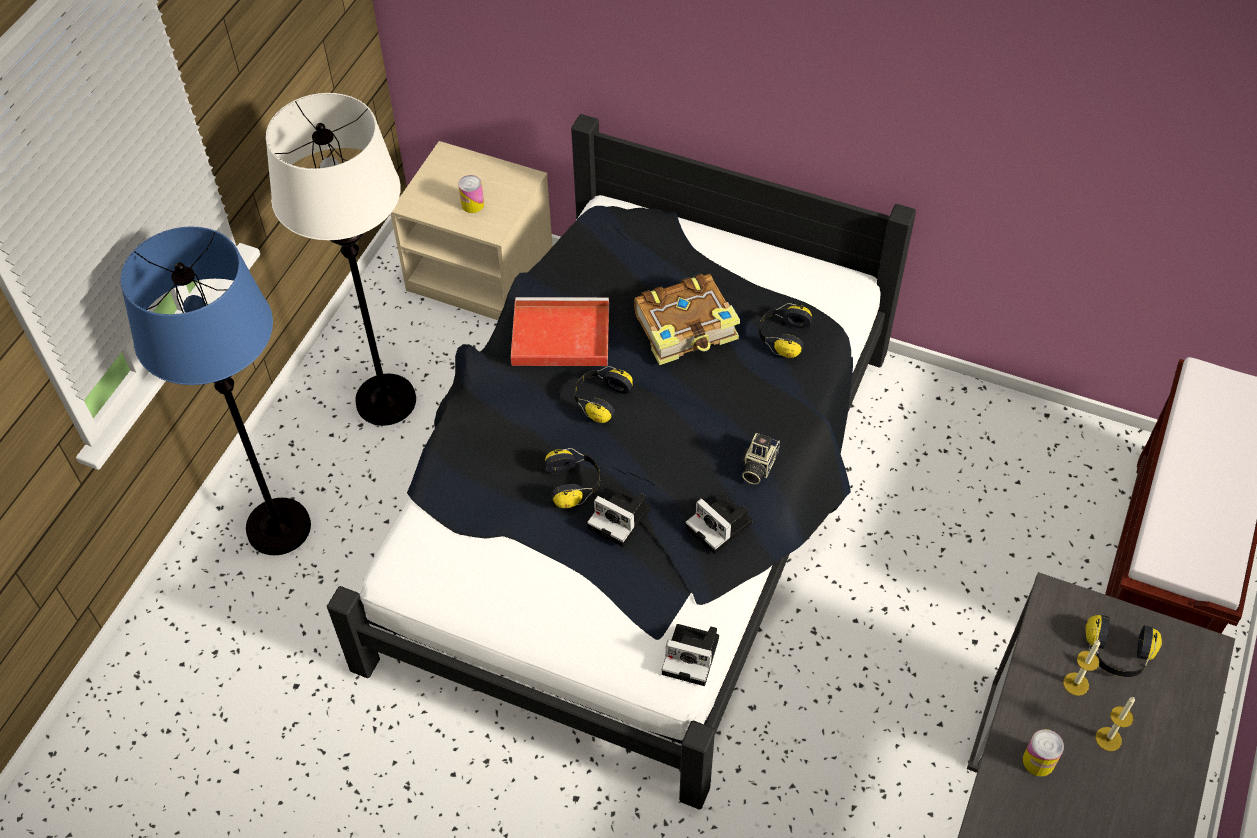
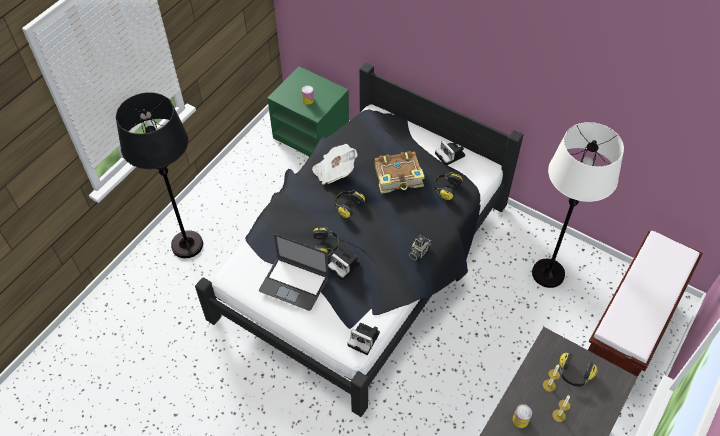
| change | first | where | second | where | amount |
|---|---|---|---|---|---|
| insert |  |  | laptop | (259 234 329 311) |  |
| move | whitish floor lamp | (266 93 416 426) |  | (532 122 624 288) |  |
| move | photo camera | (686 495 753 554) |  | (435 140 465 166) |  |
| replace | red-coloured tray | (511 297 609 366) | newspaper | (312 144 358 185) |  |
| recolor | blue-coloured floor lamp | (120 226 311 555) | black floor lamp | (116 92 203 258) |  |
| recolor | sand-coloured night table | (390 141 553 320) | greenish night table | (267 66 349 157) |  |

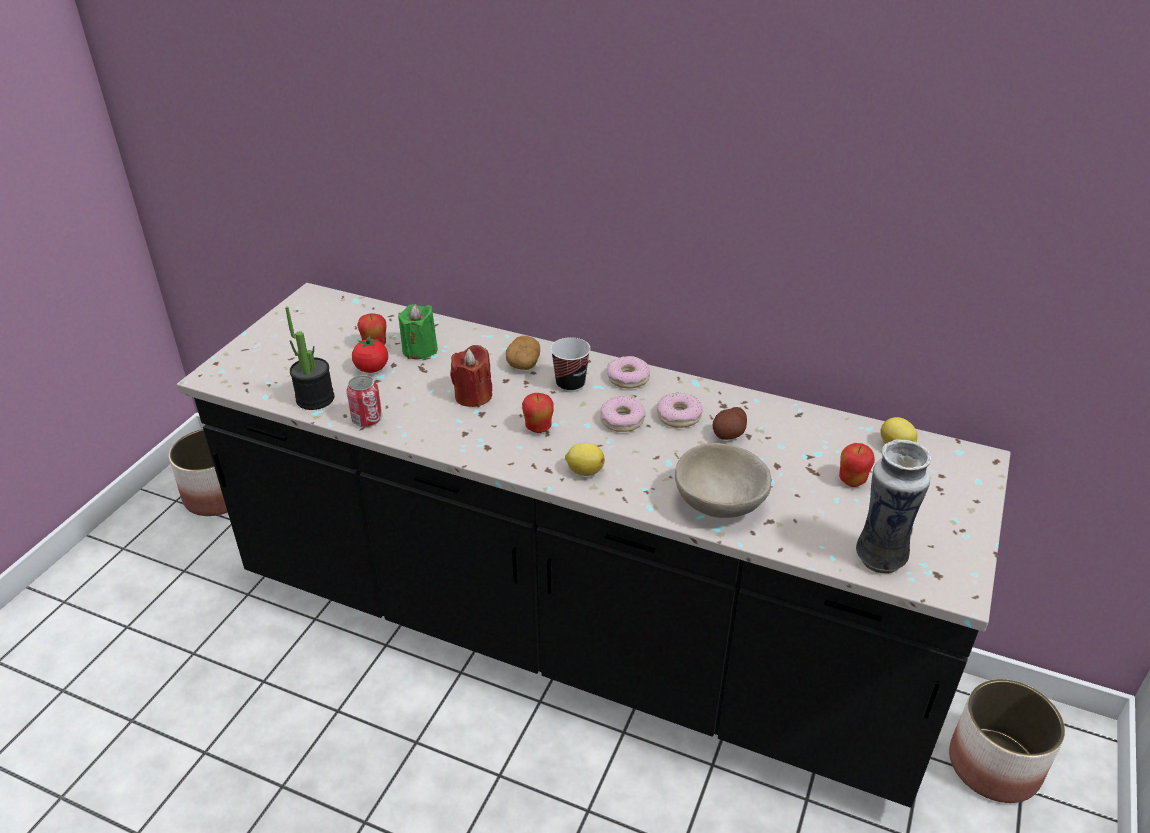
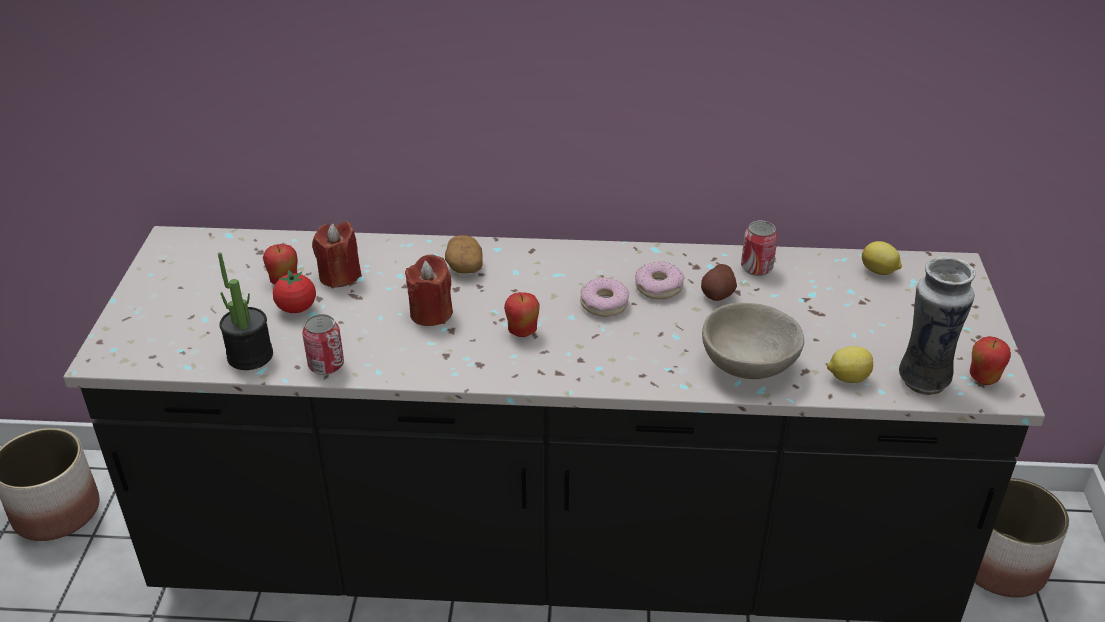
| change | first | where | second | where | amount |
|---|---|---|---|---|---|
| delete | cup | (550 337 591 392) |  |  |  |
| delete | donut | (607 356 650 388) |  |  |  |
| insert |  |  | can | (741 221 778 276) |  |
| move | lemon | (565 443 605 476) |  | (827 346 873 383) |  |
| move | apple | (839 443 875 487) |  | (970 336 1011 385) |  |
| recolor | greenish wax light | (398 304 438 359) | red-coloured wax light | (312 221 362 288) |  |

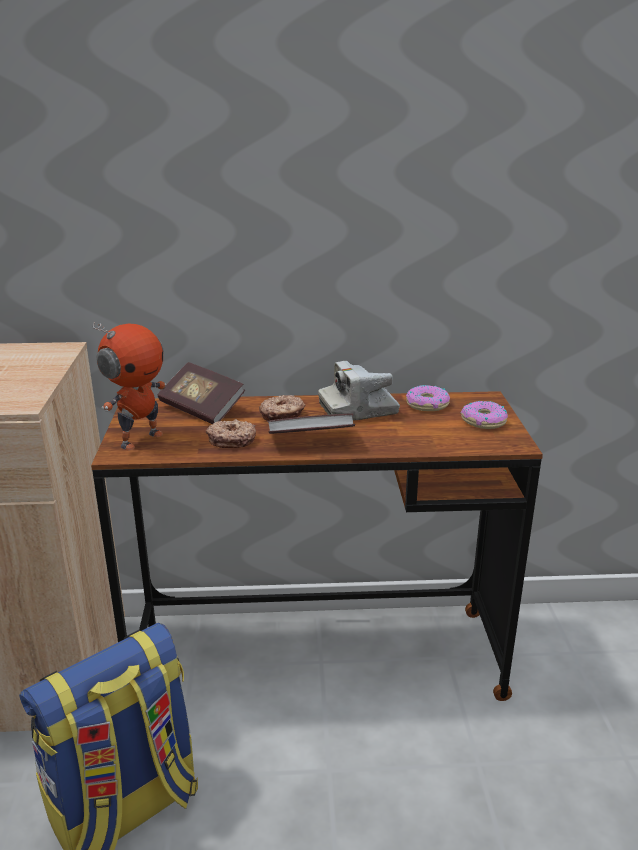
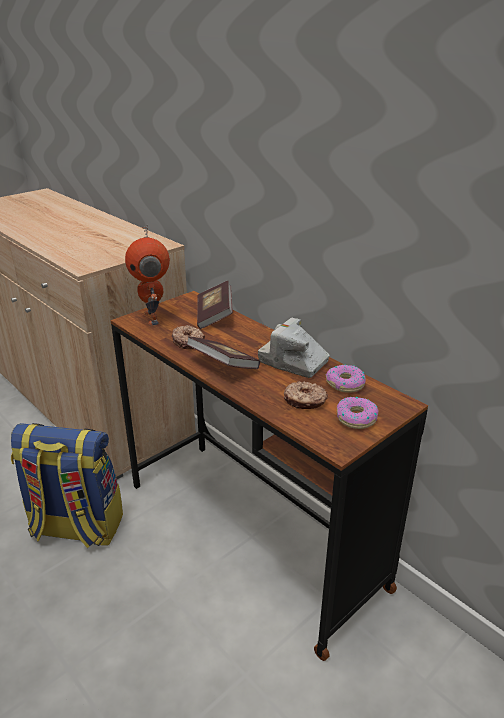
| change | first | where | second | where | amount |
|---|---|---|---|---|---|
| move | donut | (259 395 305 421) |  | (284 381 328 409) |  |
| rotate | toy robot | (93 322 166 450) |  | (125 225 170 326) | 75 degrees clockwise |

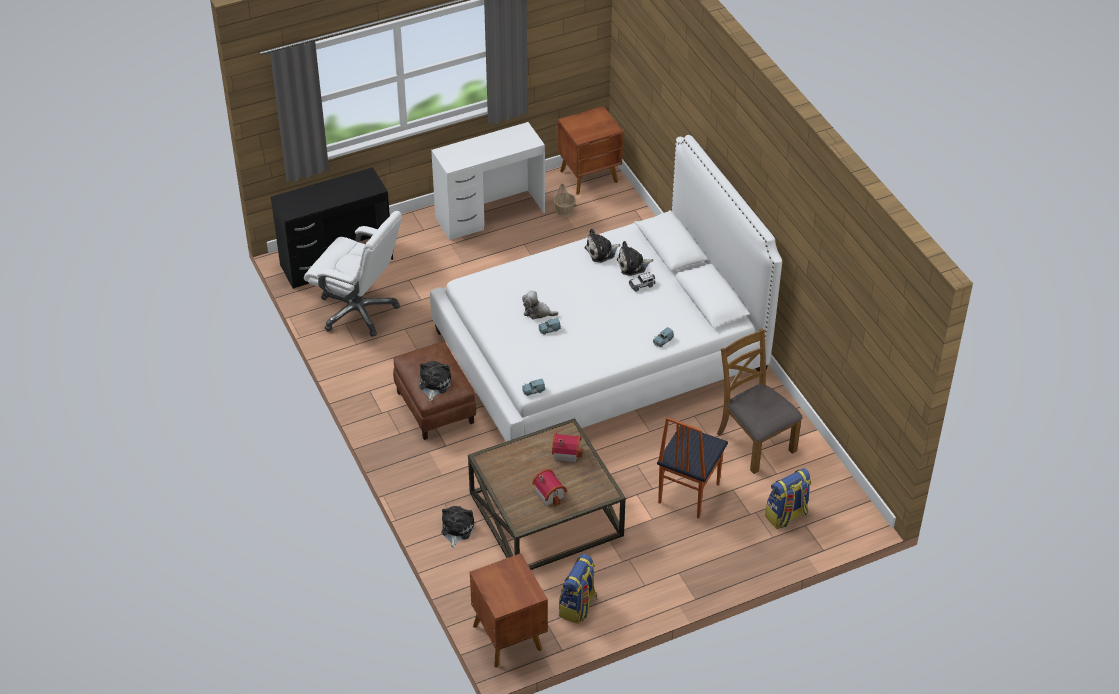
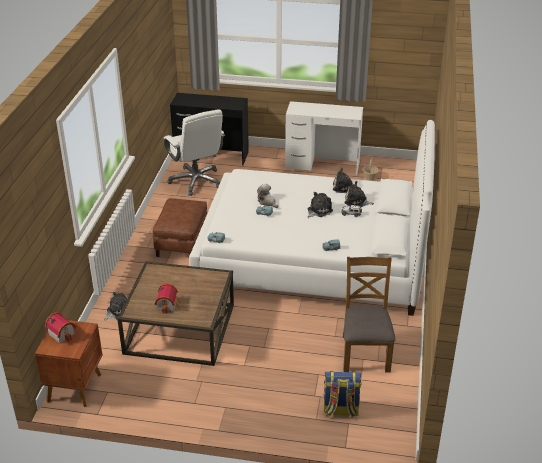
| change | first | where | second | where | amount |
|---|---|---|---|---|---|
| delete | brown-coloured night table | (558 106 623 195) |  |  |  |
| delete | rucksack | (559 554 597 624) |  |  |  |
| delete | chair | (657 417 728 519) |  |  |  |
| move | plush toy | (419 361 451 401) |  | (308 192 333 218) |  |
| move | miniature house | (552 433 583 463) |  | (45 312 77 343) |  |

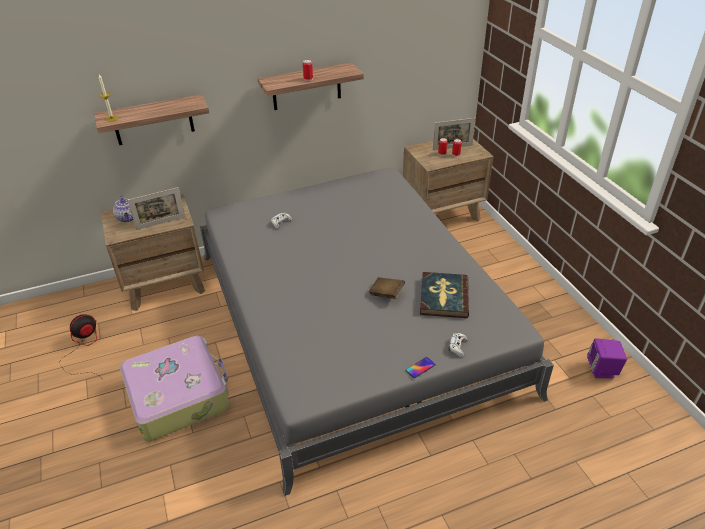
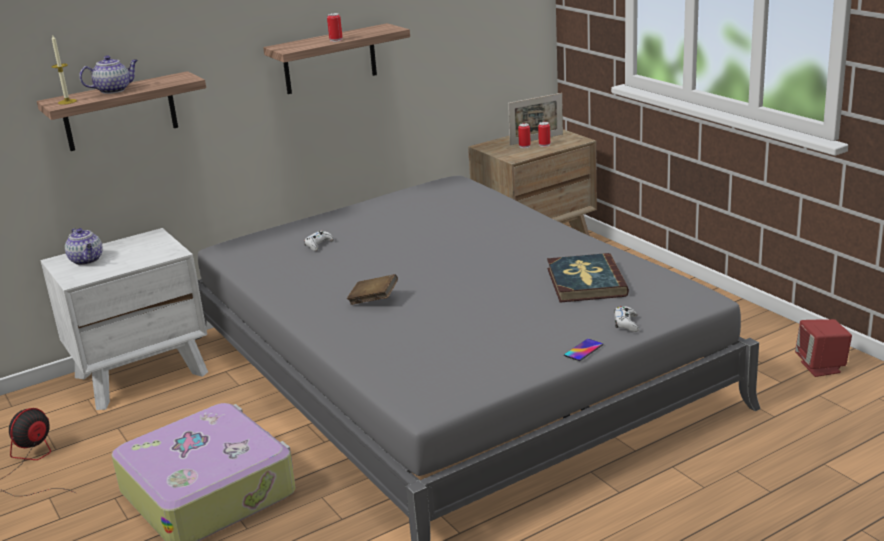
| change | first | where | second | where | amount |
|---|---|---|---|---|---|
| delete | photo frame | (128 187 185 230) |  |  |  |
| insert |  |  | teapot | (79 56 138 94) |  |
| move | brown-coloured volume | (369 277 405 299) |  | (347 274 398 305) |  |
| recolor | brown-coloured night table | (101 194 205 311) | whitish night table | (40 228 208 410) |  |
| recolor | purple speaker | (587 338 627 378) | red-coloured speaker | (795 319 852 377) |  |

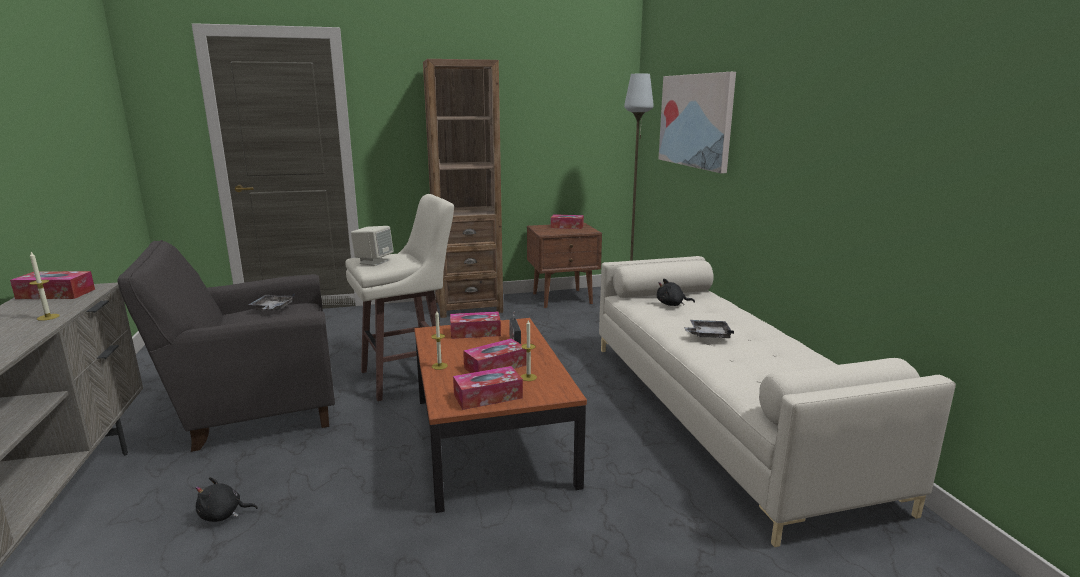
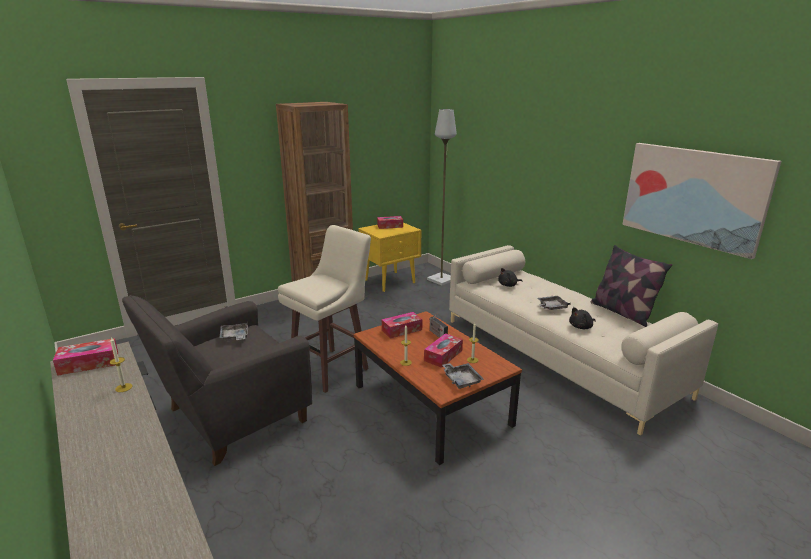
| change | first | where | second | where | amount |
|---|---|---|---|---|---|
| delete | sand-coloured speaker | (351 226 394 266) |  |  |  |
| insert |  |  | pillow | (591 245 672 327) |  |
| move | black plush toy | (195 477 258 522) |  | (569 307 596 329) |  |
| move | picture | (659 72 736 173) |  | (622 143 781 259) |  |
| replace | tissue holder | (453 366 523 410) | grey tray | (442 363 484 389) |  |
| recolor | brown-coloured night table | (527 223 602 308) | yellowish night table | (358 223 421 292) |  |

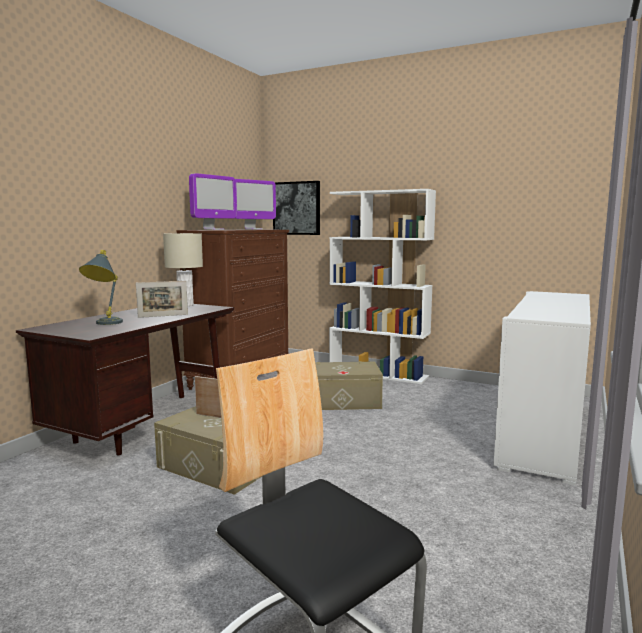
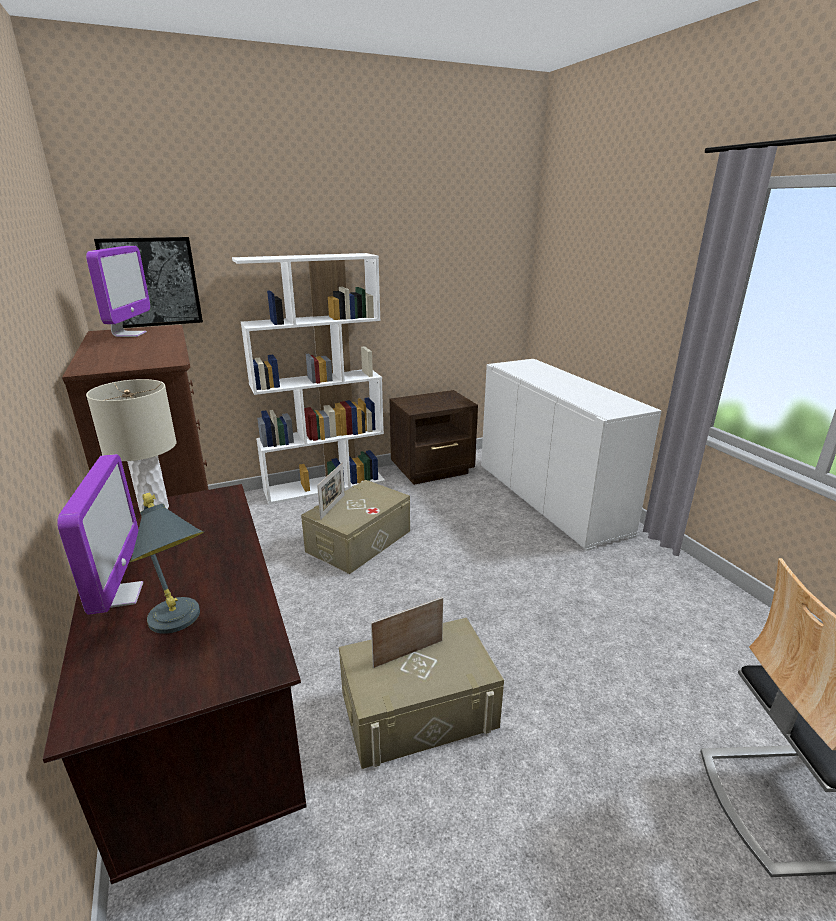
| change | first | where | second | where | amount |
|---|---|---|---|---|---|
| insert |  |  | brown-coloured night table | (390 390 478 485) |  |
| move | photo frame | (136 281 188 318) |  | (317 463 345 520) |  |
| move | computer screen | (189 173 236 230) |  | (57 454 143 615) |  |

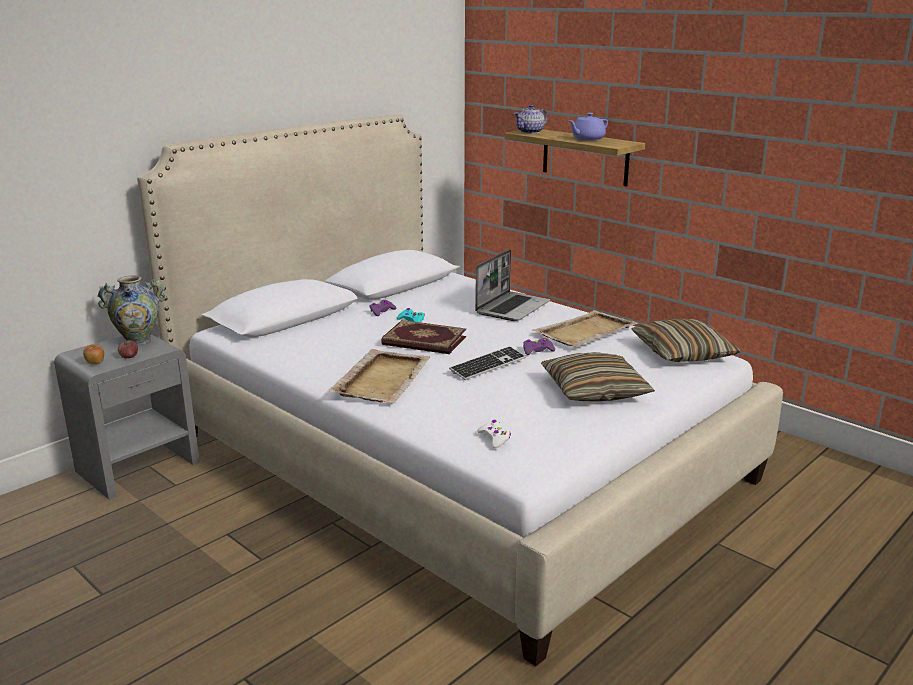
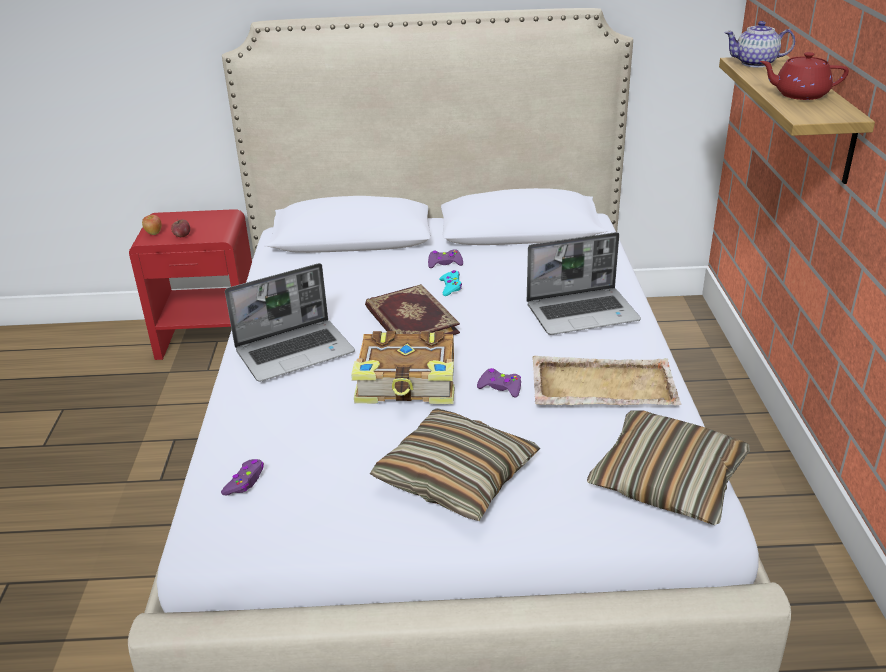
| change | first | where | second | where | amount |
|---|---|---|---|---|---|
| delete | vase | (97 275 166 346) |  |  |  |
| replace | sand-coloured tray | (329 349 430 403) | laptop | (225 263 355 382) |  |
| replace | keyboard | (449 346 526 380) | volume | (351 331 454 404) |  |
| recolor | grey night table | (54 334 200 499) | red-coloured night table | (129 209 252 360) |  |
| recolor | whitish joypad | (477 420 511 448) | purple joypad | (221 459 264 495) |  |
| recolor | purple teapot | (569 113 608 141) | red-coloured teapot | (760 52 849 100) |  |

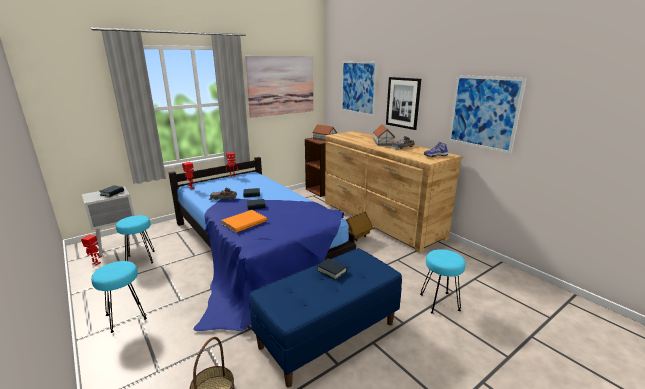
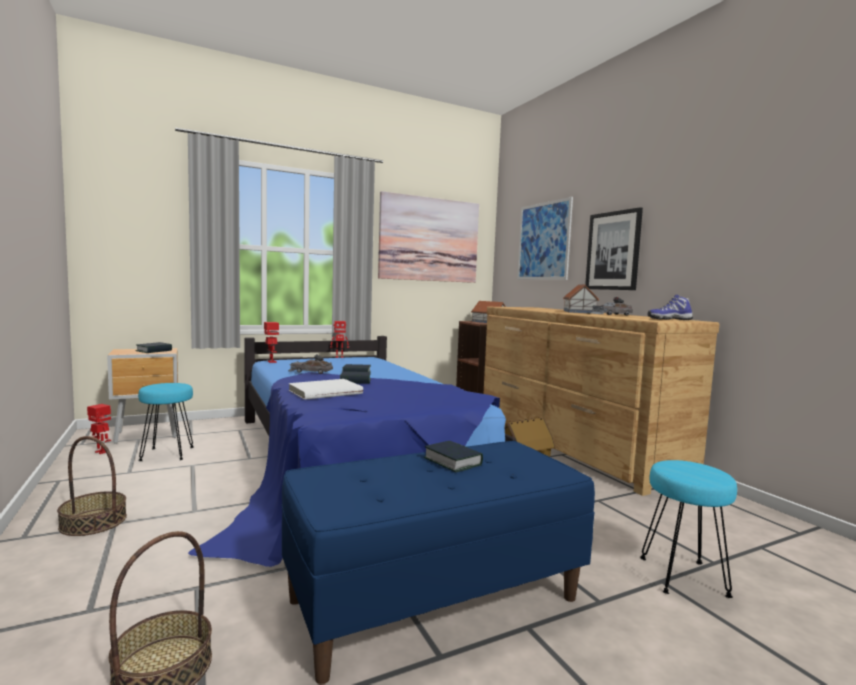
| change | first | where | second | where | amount |
|---|---|---|---|---|---|
| delete | picture | (448 75 527 154) |  |  |  |
| replace | turquoise sitting stool | (91 261 147 333) | household basket | (57 436 127 536) |  |
| recolor | grey night table | (82 186 139 255) | brown-coloured night table | (107 348 178 444) |  |
| recolor | orange-coloured volume | (222 210 267 233) | whitish volume | (289 379 363 400) |  |

